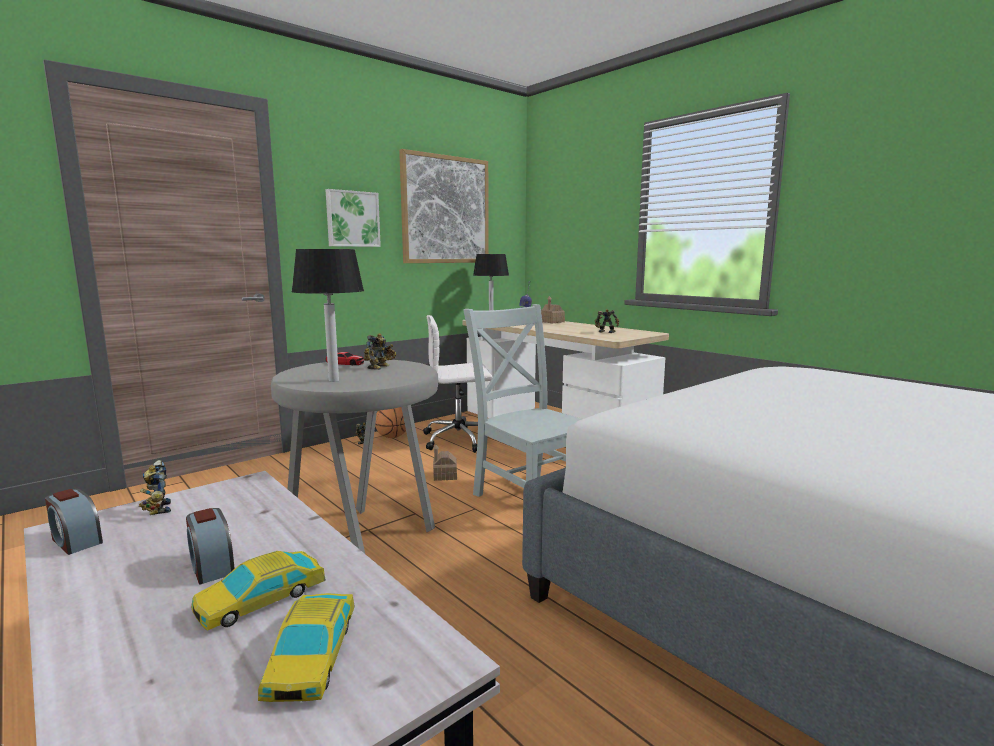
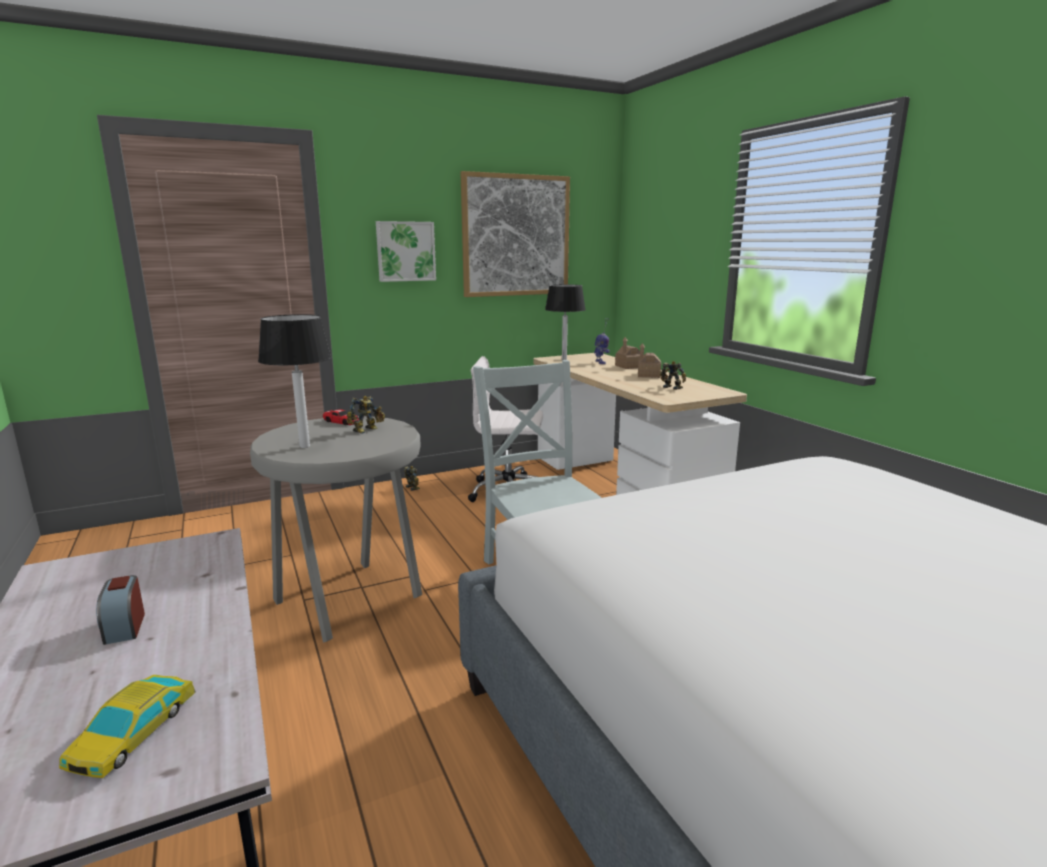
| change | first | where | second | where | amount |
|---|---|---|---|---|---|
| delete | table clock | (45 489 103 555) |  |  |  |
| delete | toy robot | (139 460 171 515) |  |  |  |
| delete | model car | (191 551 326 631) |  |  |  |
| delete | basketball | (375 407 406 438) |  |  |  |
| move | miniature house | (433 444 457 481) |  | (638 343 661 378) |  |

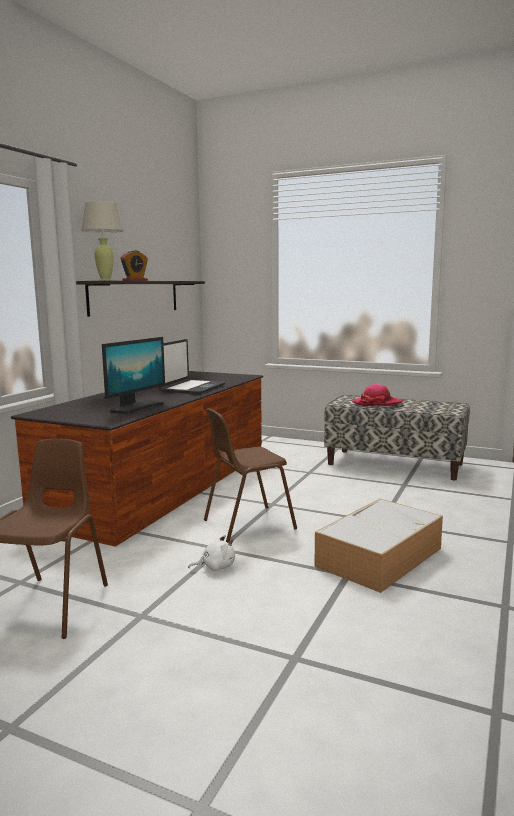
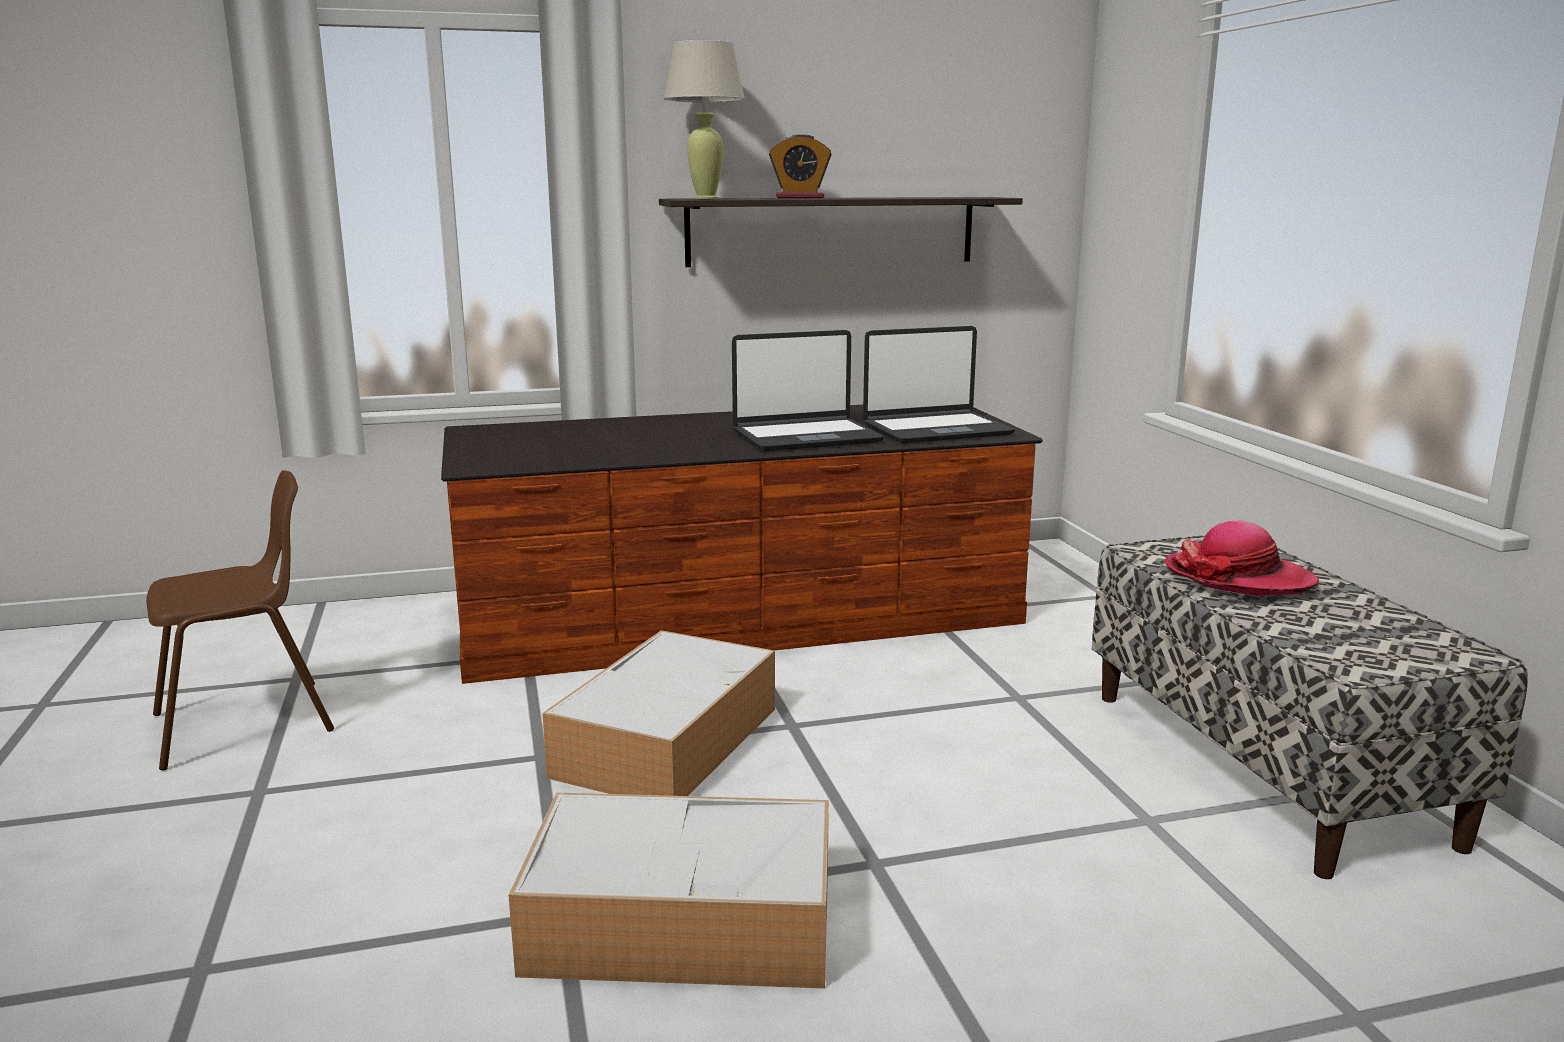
| change | first | where | second | where | amount |
|---|---|---|---|---|---|
| delete | computer screen | (102 337 165 414) |  |  |  |
| delete | whitish plush toy | (188 535 235 571) |  |  |  |
| insert |  |  | laptop | (863 326 1015 444) |  |
| replace | brown-coloured chair | (204 409 297 543) | storage bin | (542 630 775 796) |  |

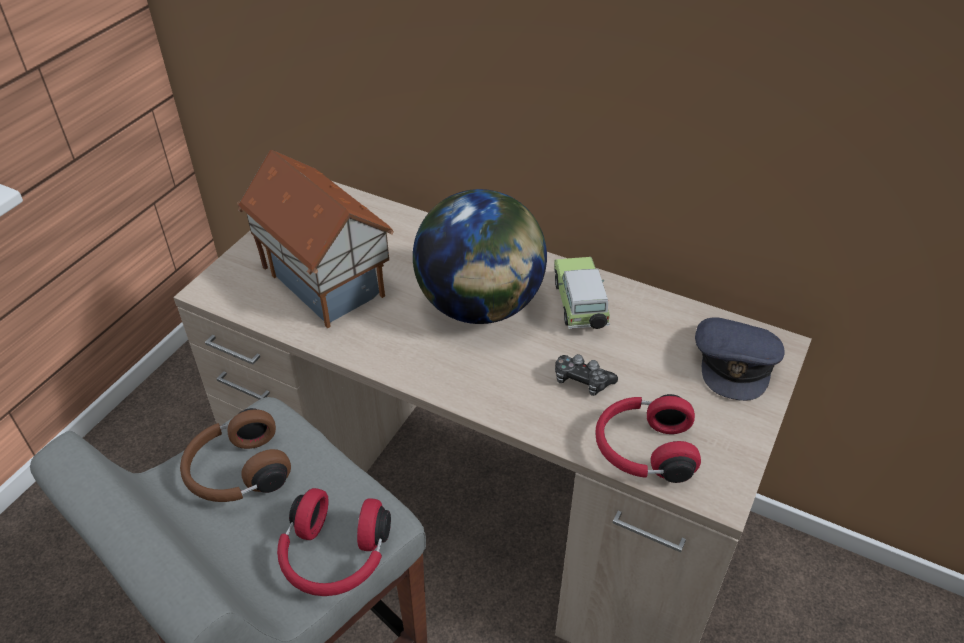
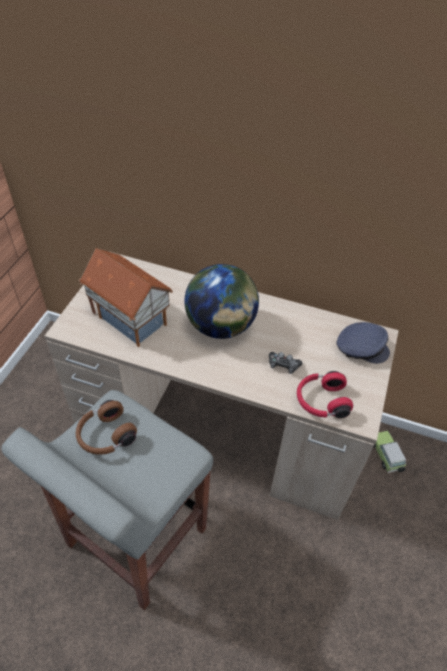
| change | first | where | second | where | amount |
|---|---|---|---|---|---|
| delete | red-coloured headset | (277 488 391 596) |  |  |  |
| move | model car | (554 257 610 329) |  | (374 431 406 473) |  |
| rotate | grey baseball cap | (695 318 785 401) |  | (337 322 390 364) | 75 degrees counterclockwise |

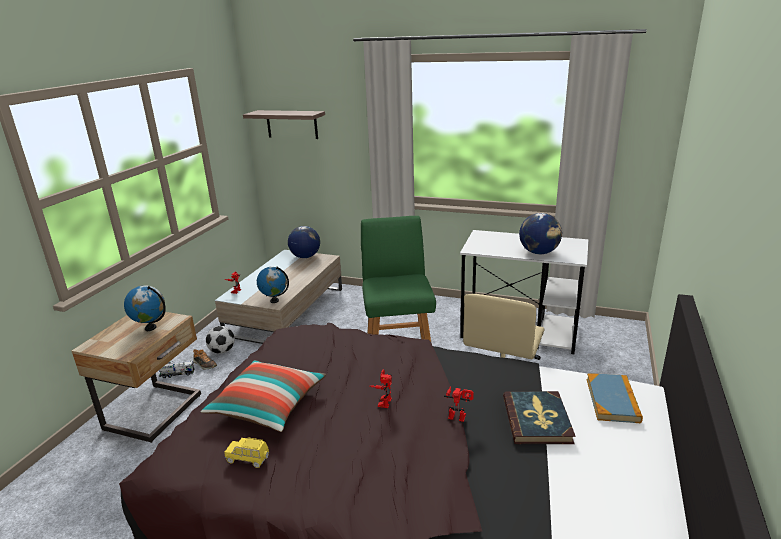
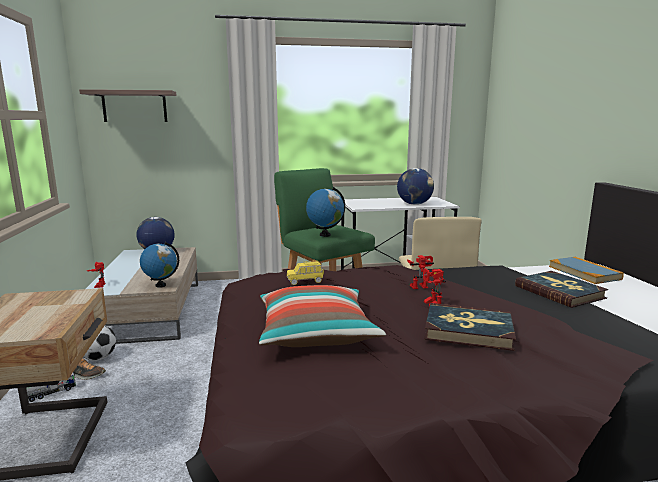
| change | first | where | second | where | amount |
|---|---|---|---|---|---|
| insert |  |  | volume | (424 303 516 351) |  |
| move | world globe | (124 285 166 331) |  | (306 187 345 237) |  |
| move | yellowish model car | (224 437 269 468) |  | (287 261 324 285) |  |
| move | toy robot | (444 386 474 422) |  | (407 255 434 289) |  |

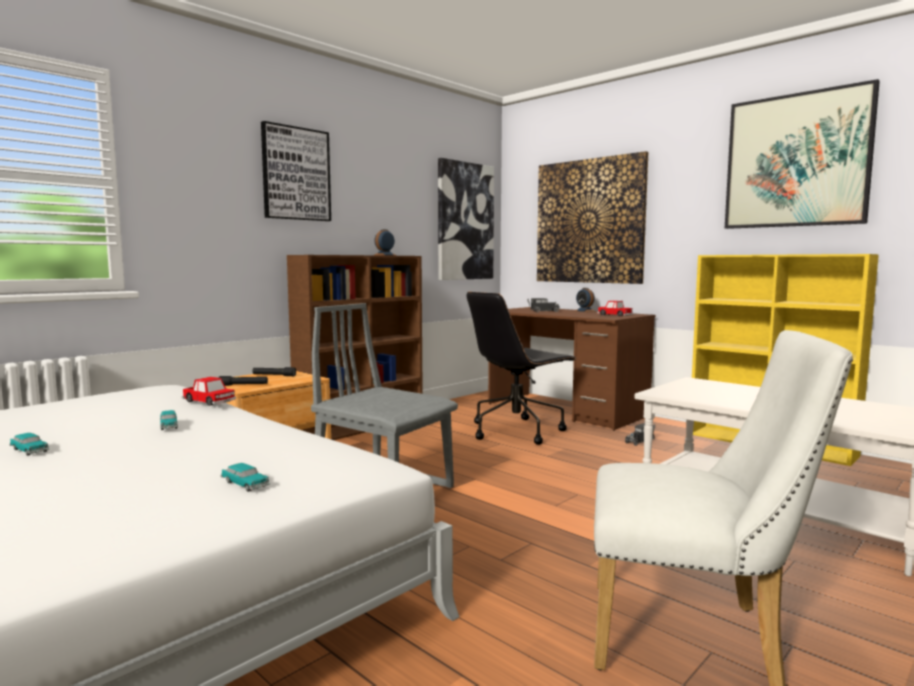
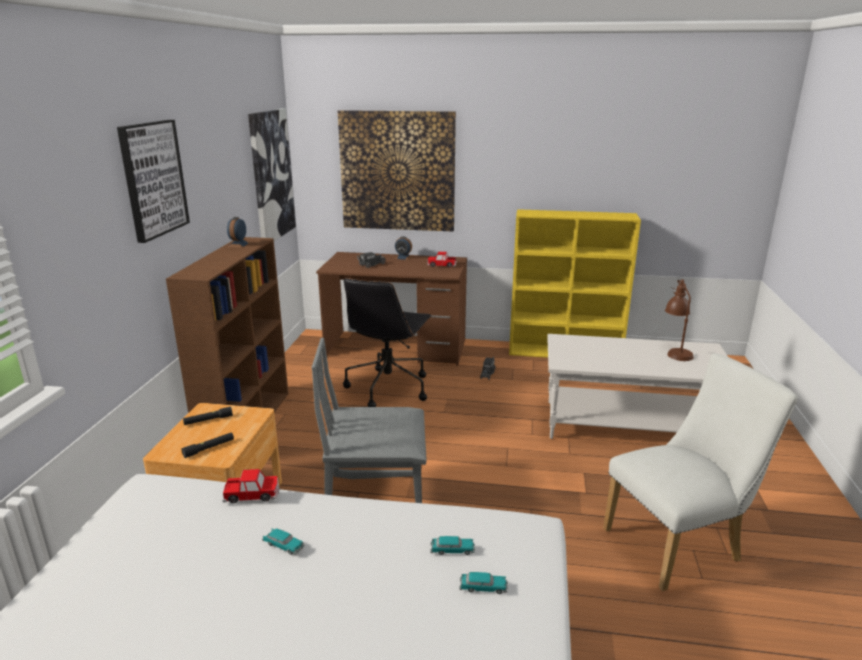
| change | first | where | second | where | amount |
|---|---|---|---|---|---|
| delete | picture | (725 79 880 229) |  |  |  |
| insert |  |  | brown-coloured table lamp | (665 279 694 361) |  |
| move | model car | (10 433 49 456) |  | (430 536 475 555) |  |

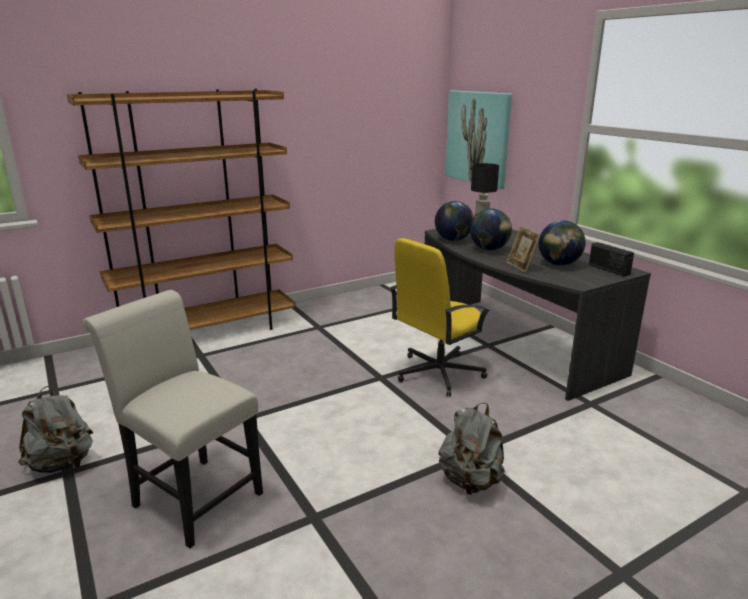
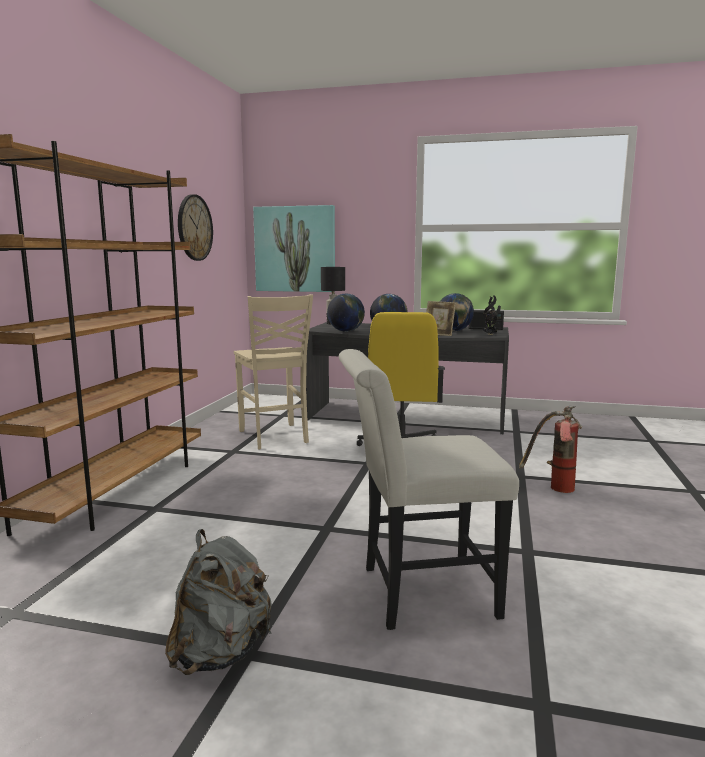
| change | first | where | second | where | amount |
|---|---|---|---|---|---|
| insert |  |  | clock on the wall | (178 194 213 261) |  |
| insert |  |  | sand-coloured chair | (234 294 313 449) |  |
| insert |  |  | plant in a pot | (483 296 501 335) |  |
| replace | grey rucksack | (439 403 505 495) | fire extinguisher | (519 406 582 493) |  |

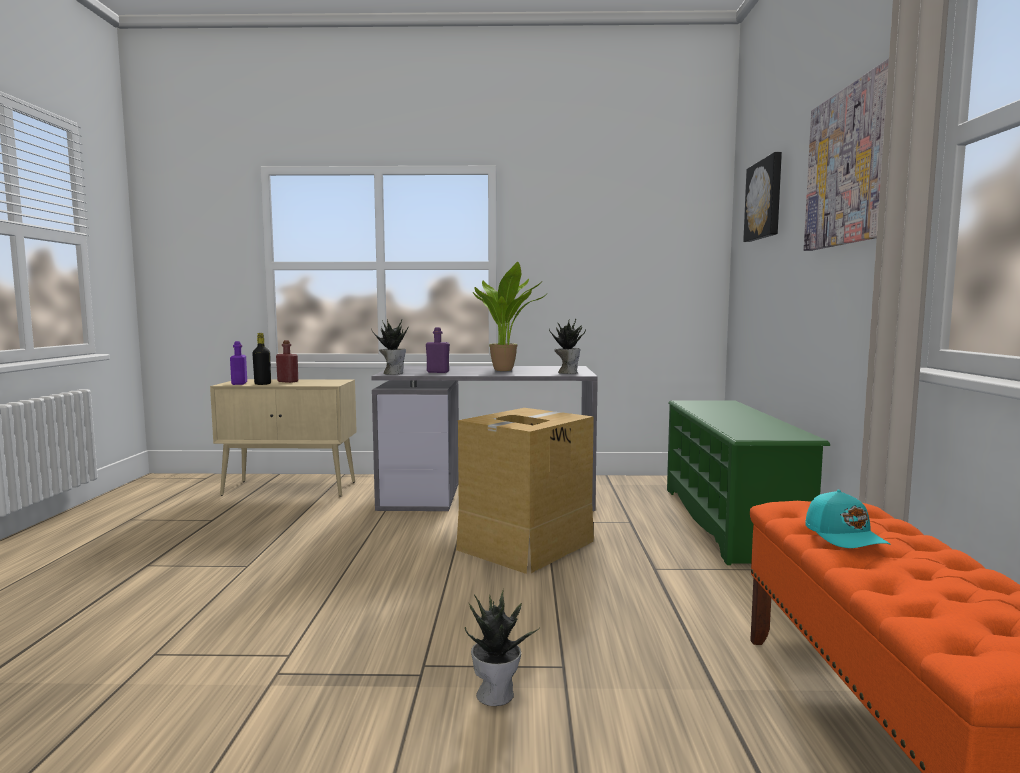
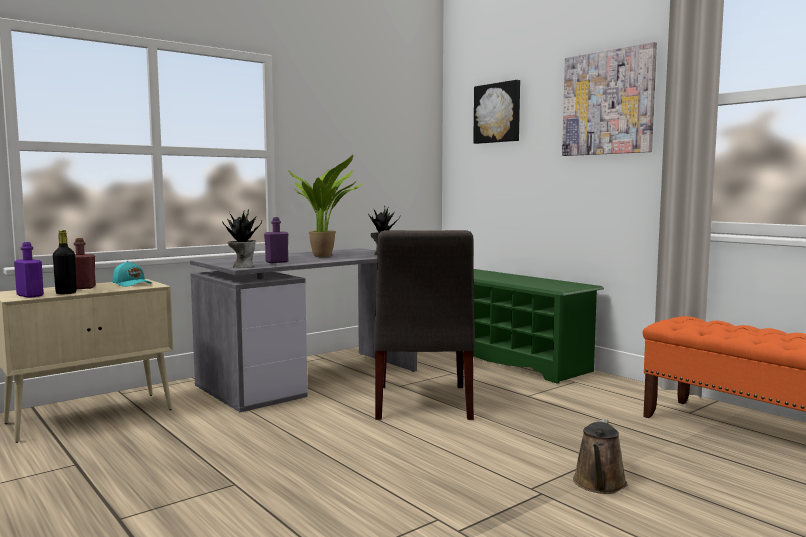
| change | first | where | second | where | amount |
|---|---|---|---|---|---|
| move | turquoise baseball cap | (805 490 891 548) |  | (113 261 152 287) |  |
| replace | carton | (456 408 594 574) | grey chair | (374 230 475 420) |  |
| replace | plant in a pot | (465 591 538 706) | brown-coloured watering pot | (573 419 627 494) |  |

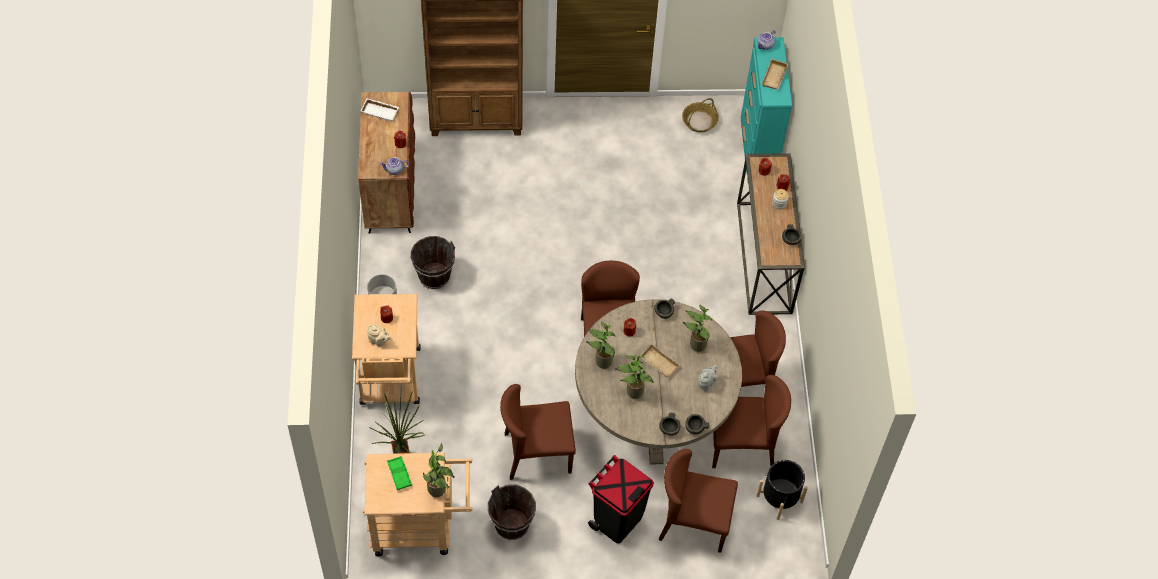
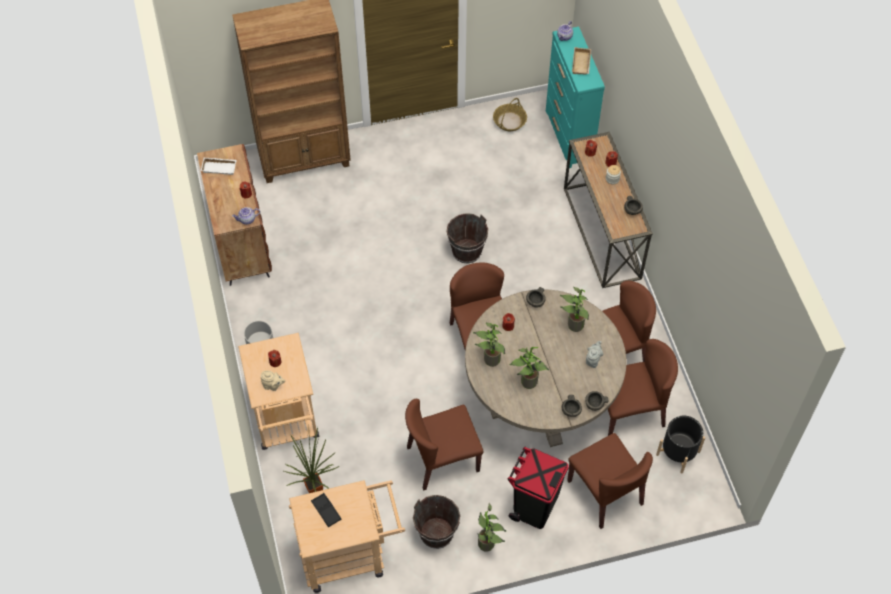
| change | first | where | second | where | amount |
|---|---|---|---|---|---|
| delete | sand-coloured tray | (640 344 680 377) |  |  |  |
| move | brown-coloured bucket | (410 236 455 289) |  | (447 213 488 263) |  |
| move | plant in a pot | (423 443 455 497) |  | (477 503 506 552) |  |
| recolor | greenish tray | (387 456 412 490) | black tray | (311 493 342 527) |  |
| rotate | brown-coloured chair | (659 449 738 553) |  | (567 433 653 529) | 120 degrees counterclockwise |

